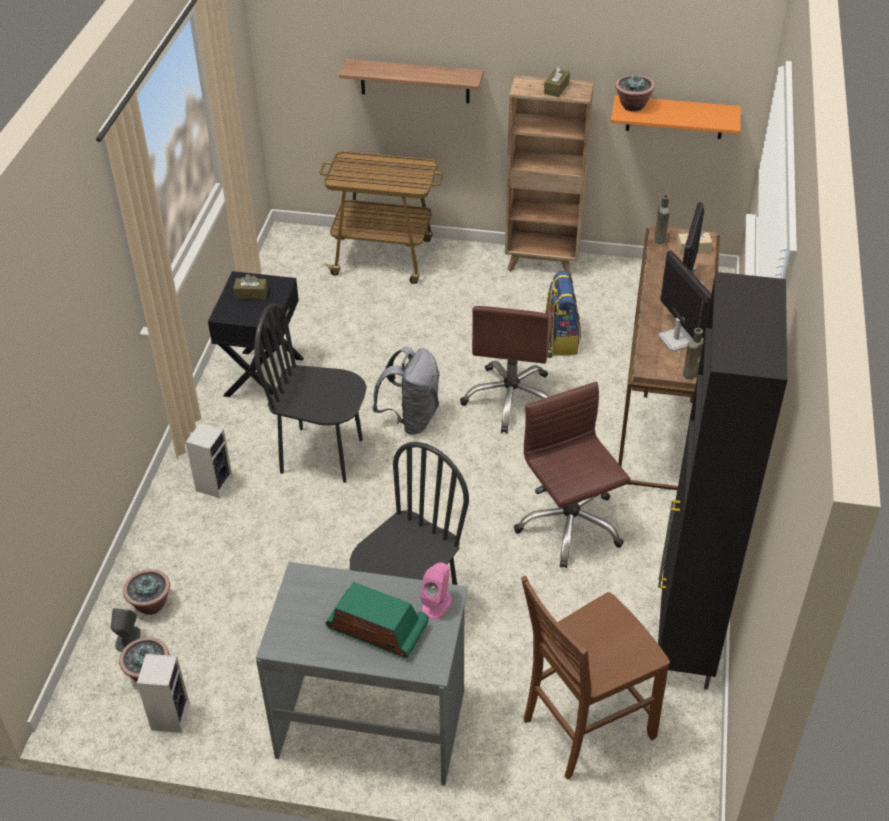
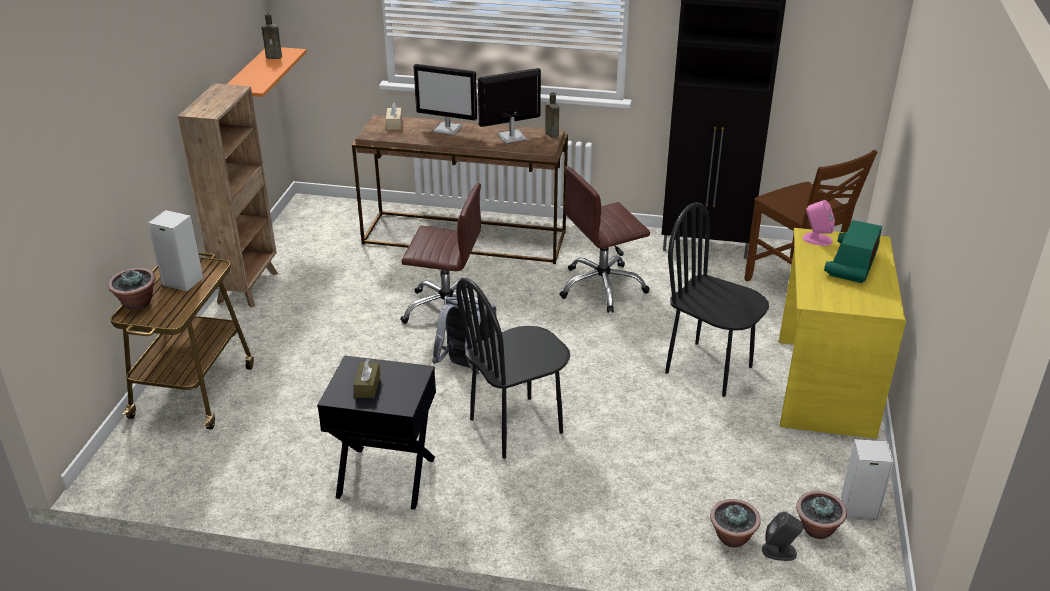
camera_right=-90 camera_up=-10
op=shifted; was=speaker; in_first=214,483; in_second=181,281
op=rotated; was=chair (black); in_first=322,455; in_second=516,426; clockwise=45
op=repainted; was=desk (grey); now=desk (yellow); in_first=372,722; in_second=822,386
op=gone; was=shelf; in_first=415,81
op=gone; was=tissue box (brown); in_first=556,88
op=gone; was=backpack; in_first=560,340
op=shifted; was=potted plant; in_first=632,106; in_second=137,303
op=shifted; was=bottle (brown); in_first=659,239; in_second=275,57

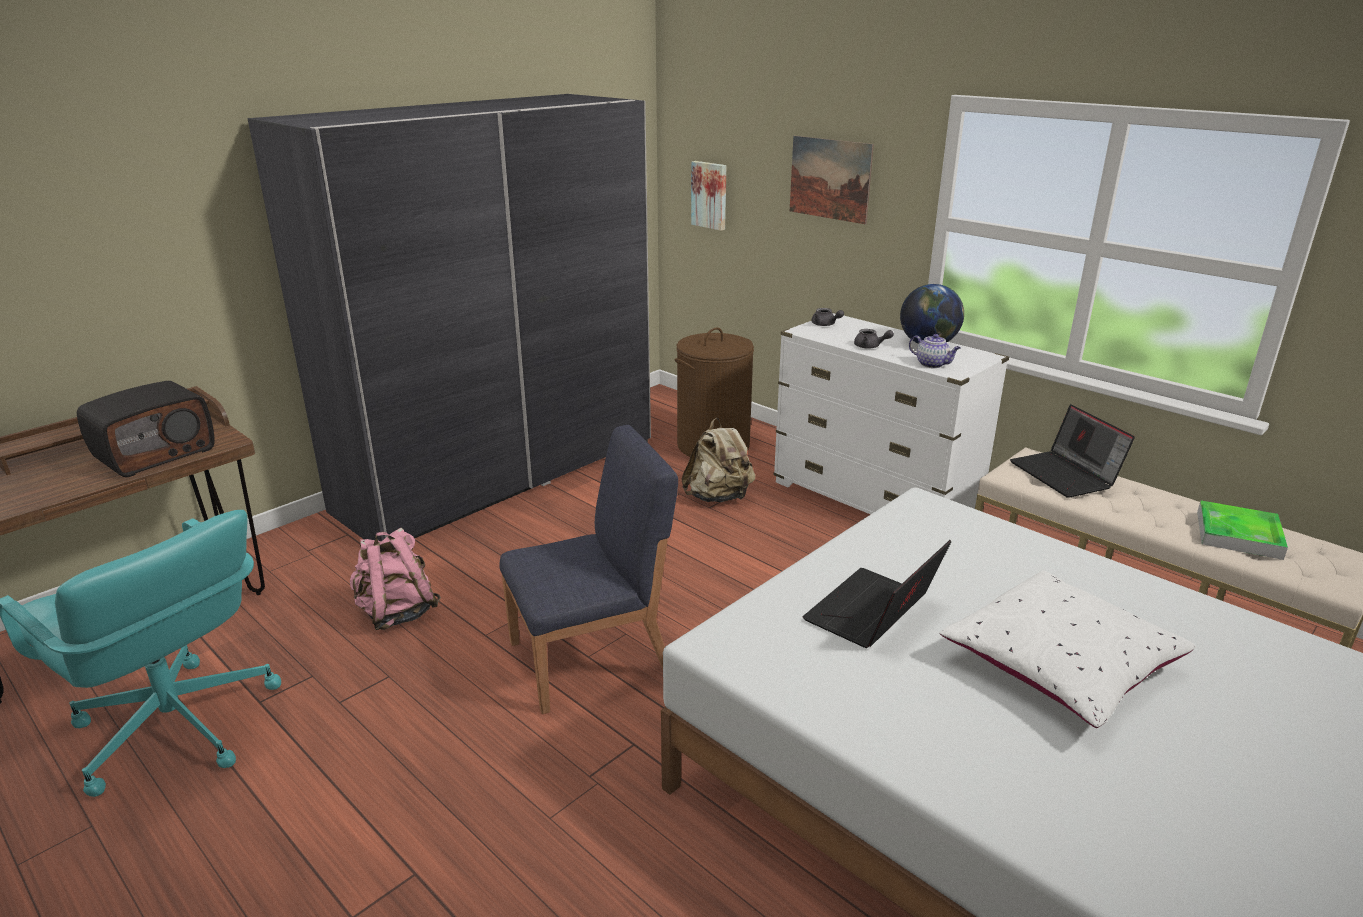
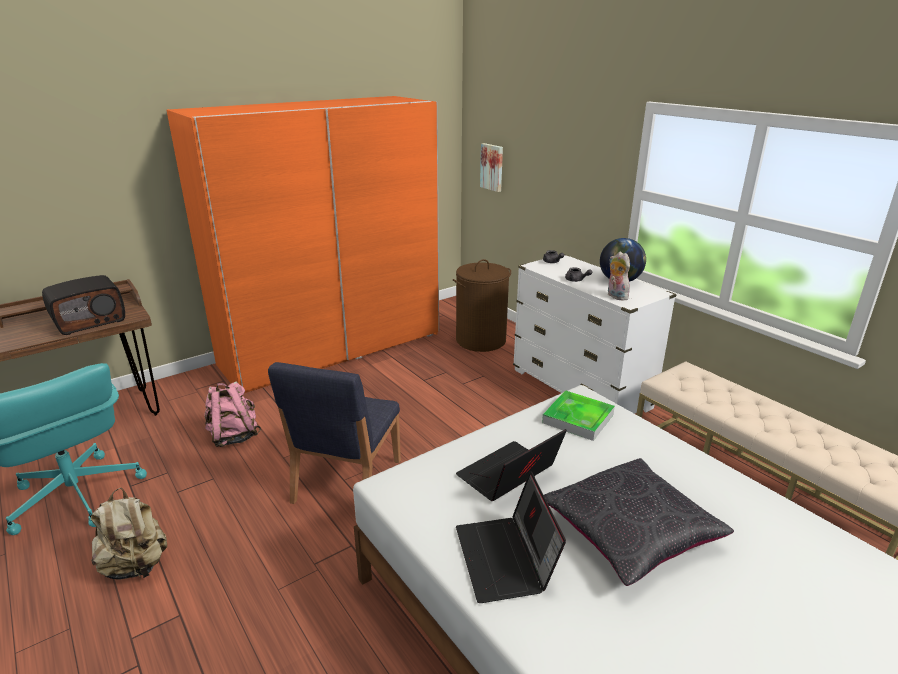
camera_right=10 camera_up=0
op=repainted; was=wardrobe (grey); now=wardrobe (orange); in_first=500,474; in_second=333,348
op=rotated; was=chair (blue); in_first=593,658; in_second=346,482; clockwise=120
op=shifted; was=backpack (beige); in_first=718,497; in_second=136,566
op=gone; was=picture; in_first=830,179
op=swapped; was=teapot; now=plush toy; in_first=932,364; in_second=615,296
op=repainted; was=pillow (white); now=pillow (black); in_first=1060,665; in_second=630,532
op=shifted; was=laptop; in_first=1066,475; in_second=506,559
op=shifted; was=tray; in_first=1238,534; in_second=578,418

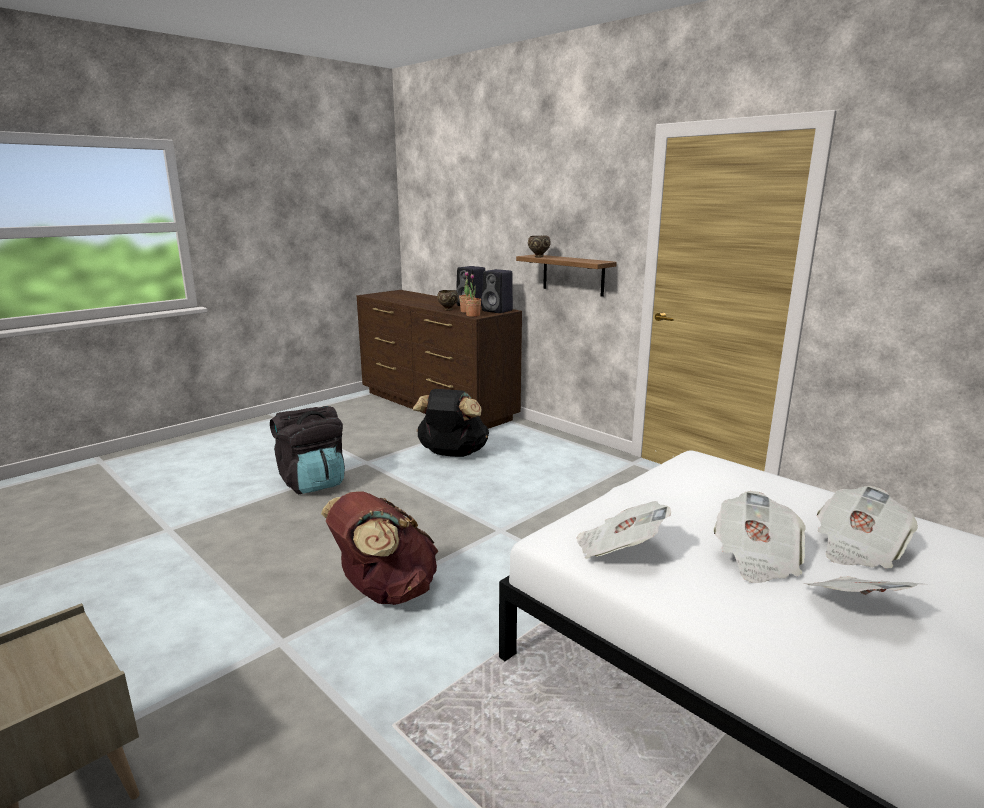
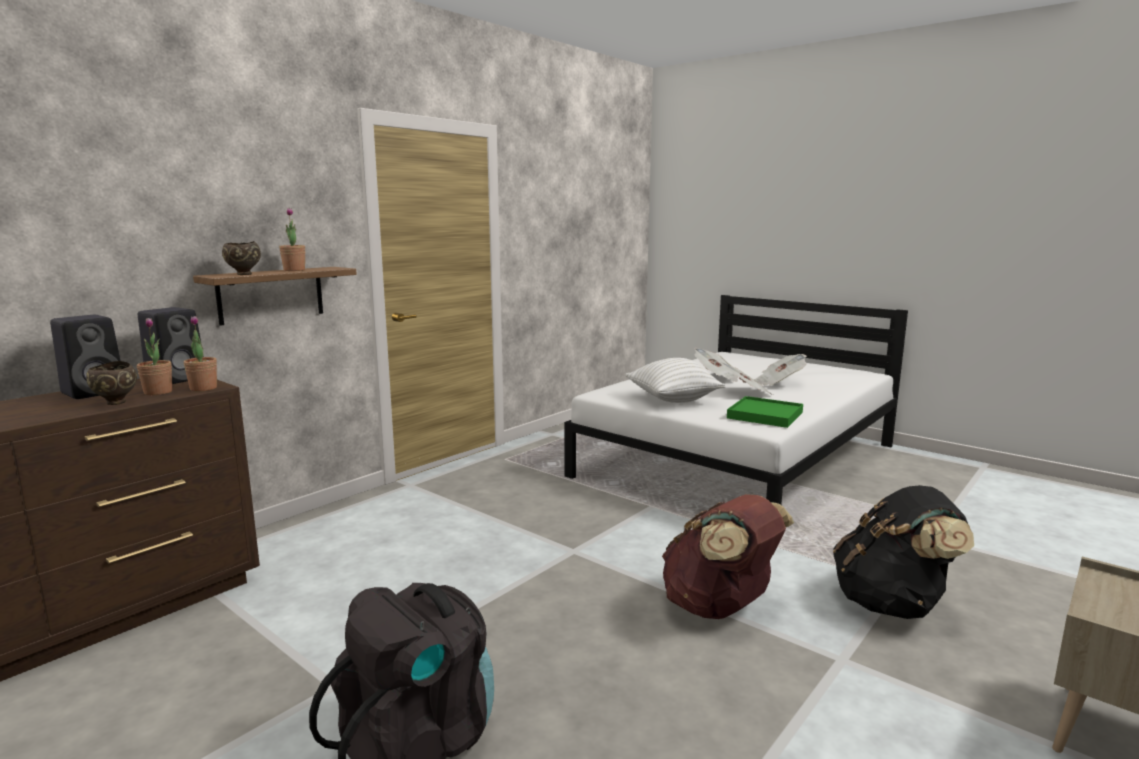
camera_right=-95 camera_up=-5
op=shifted; was=backpack (black); in_first=452,454; in_second=892,604
op=swapped; was=newspaper; now=tray (green); in_first=618,550; in_second=765,415
op=new; now=potted plant; in_second=294,270
op=new; now=pillow (white); in_second=673,400

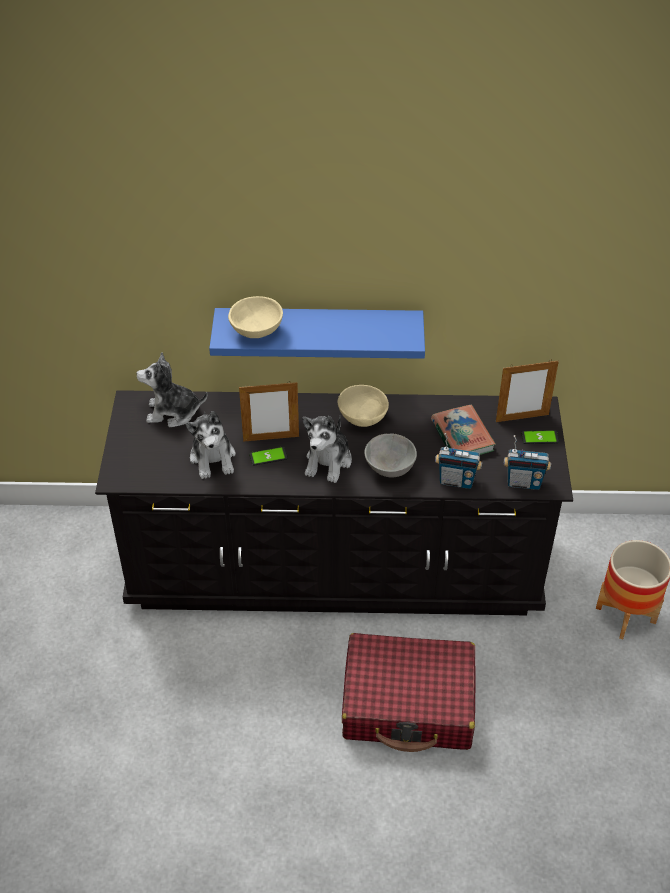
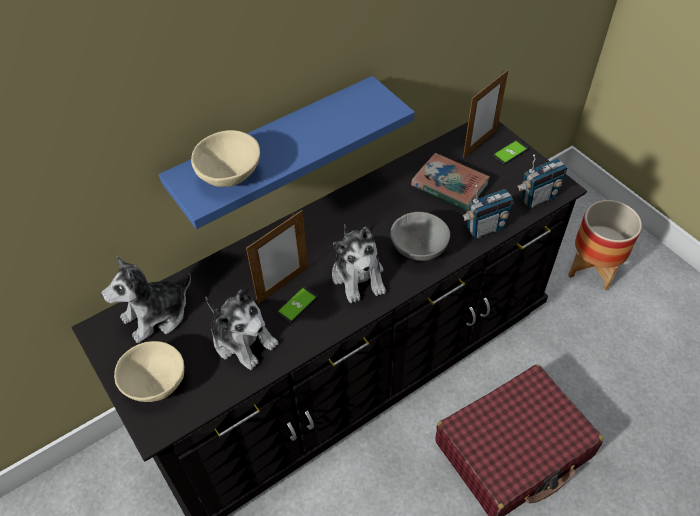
camera_right=-35 camera_up=5
op=shifted; was=bowl (beige); in_first=363,417; in_second=156,383

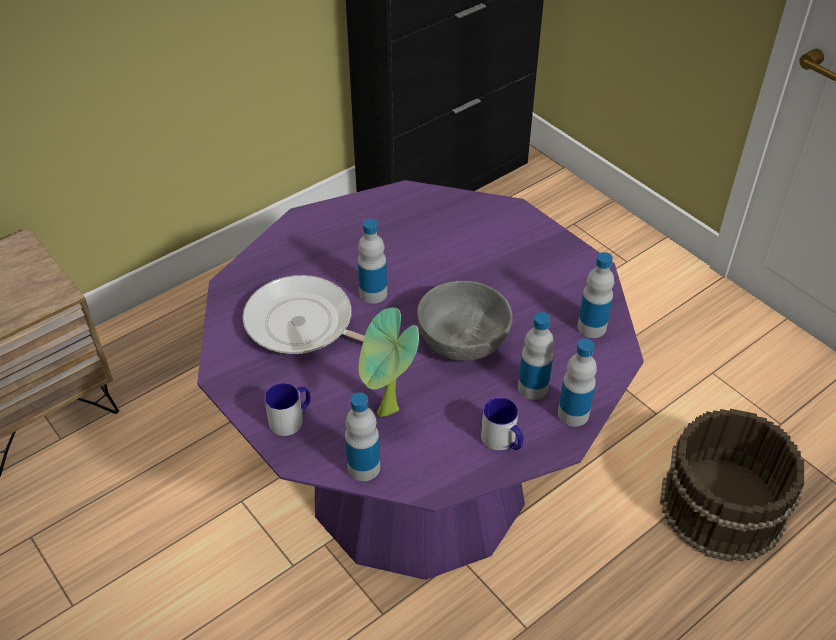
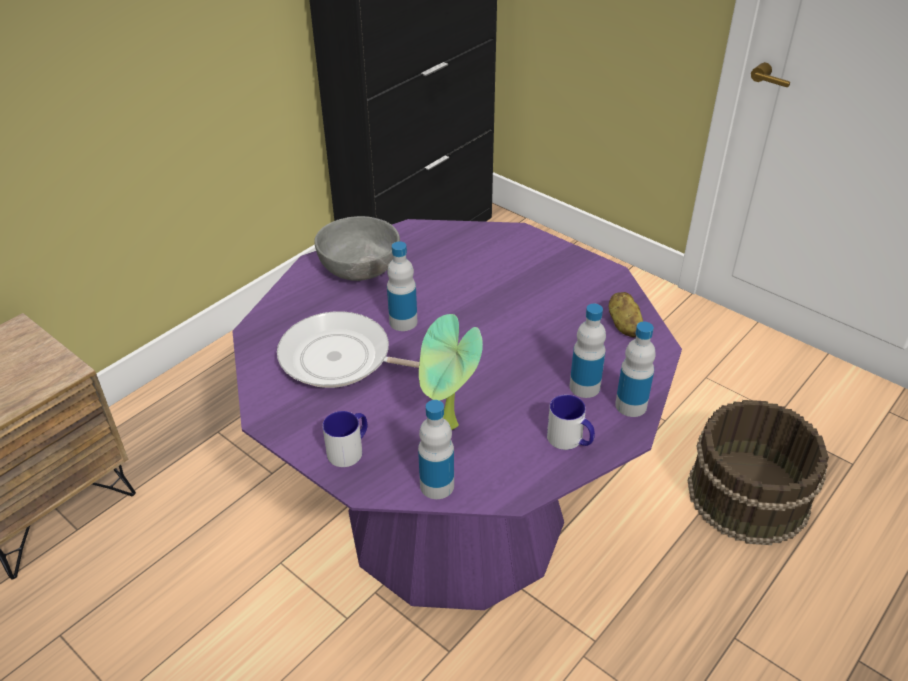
camera_right=-10 camera_up=-5
op=shifted; was=bowl (grey); in_first=463,338; in_second=359,265
op=swapped; was=bottle; now=potato; in_first=591,327; in_second=624,325

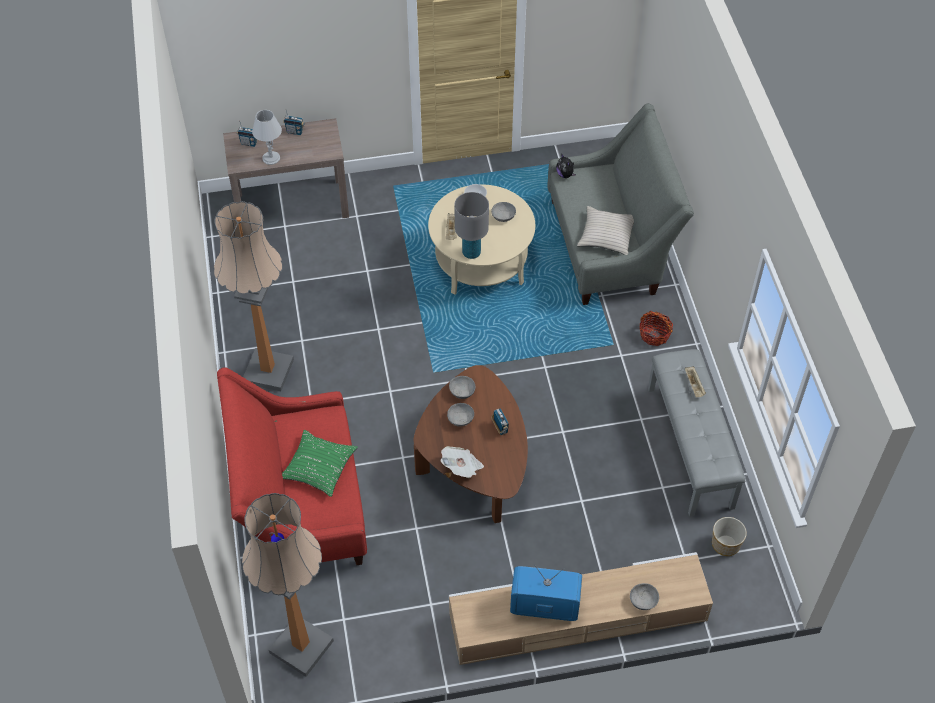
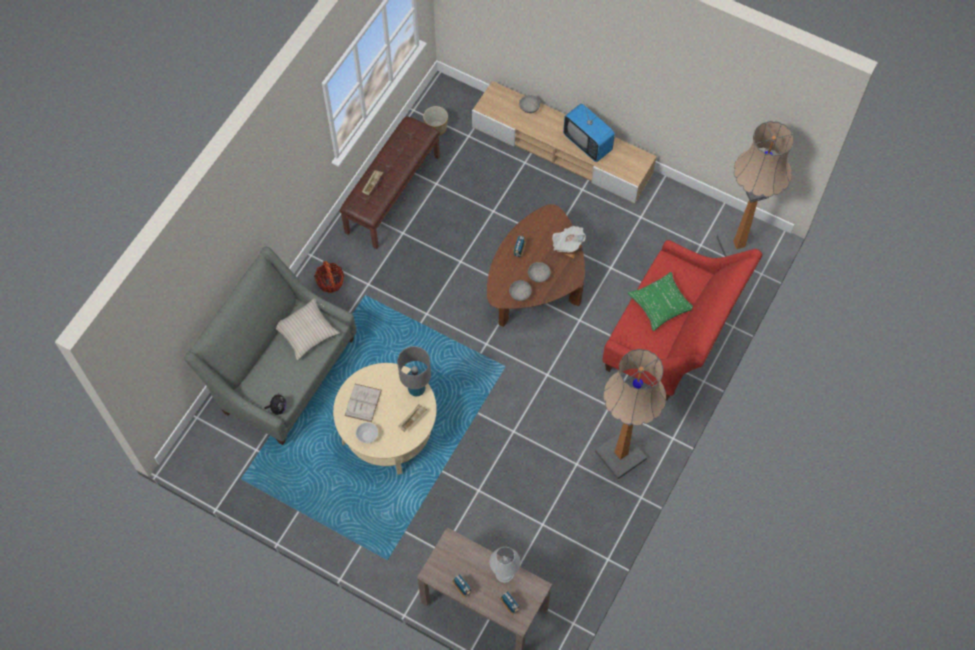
camera_right=-140 camera_up=10
op=swapped; was=bowl (grey); now=book (white); in_first=503,216; in_second=363,402
op=repainted; was=bench (grey); now=bench (brown); in_first=691,447; in_second=392,194

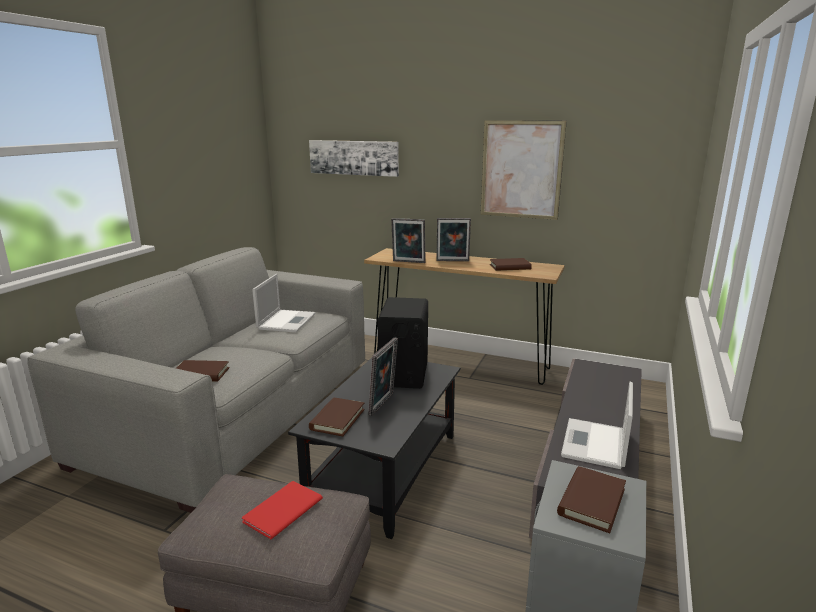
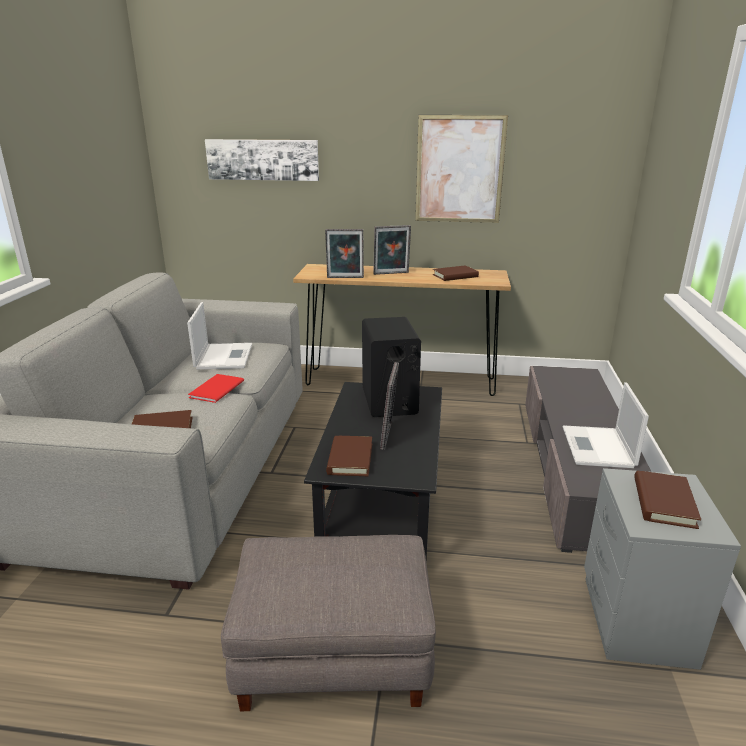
camera_right=-15 camera_up=5
op=shifted; was=book (red); in_first=280,510; in_second=214,389

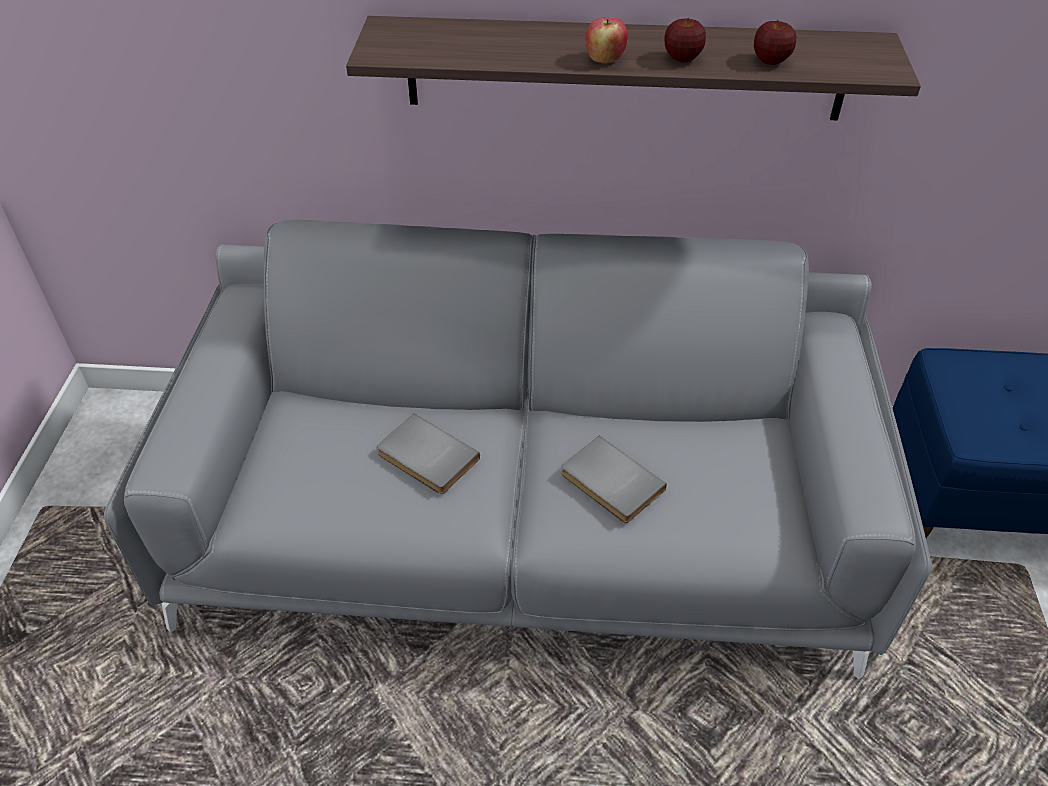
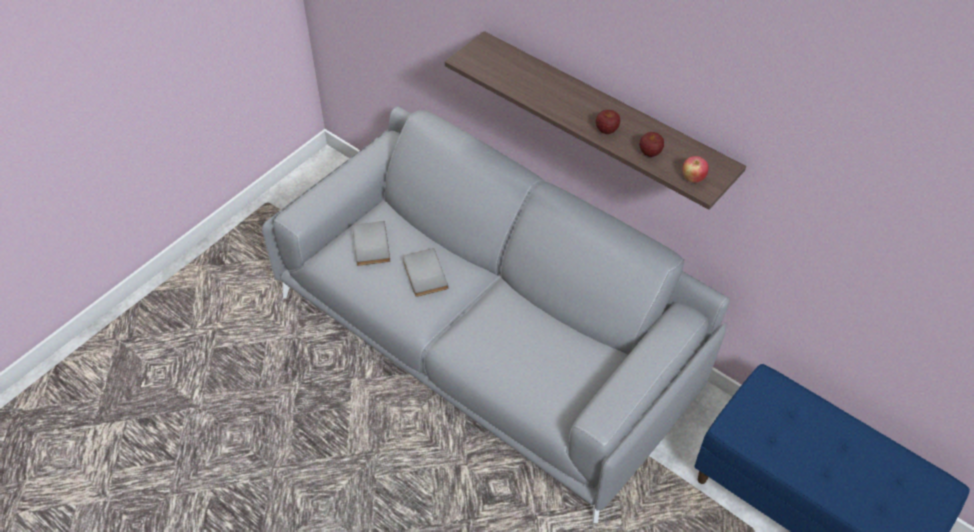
camera_right=35 camera_up=5
op=shifted; was=book (grey); in_first=609,483; in_second=369,245
op=shifted; was=apple; in_first=604,59; in_second=693,178

